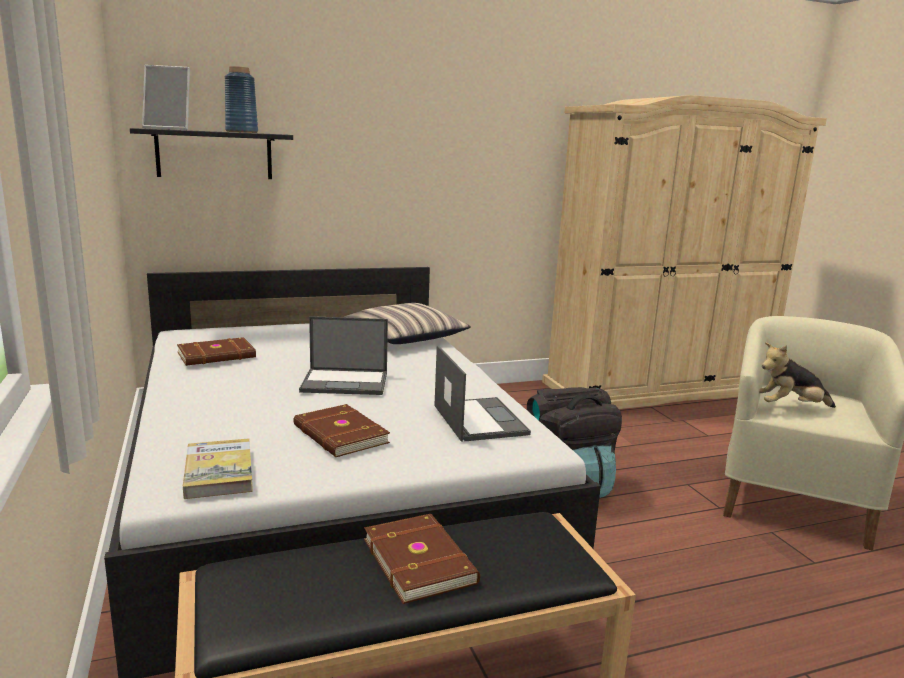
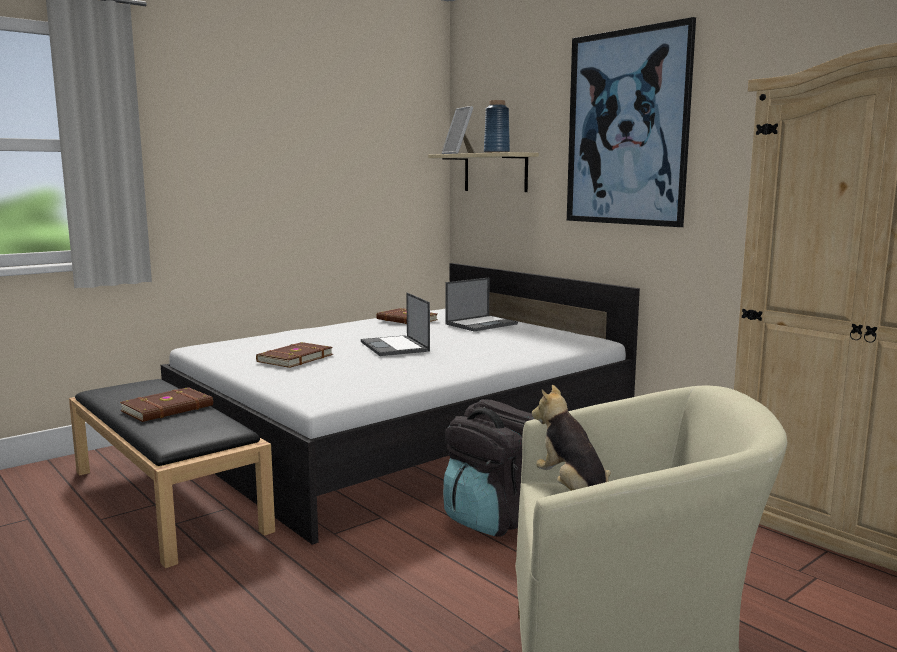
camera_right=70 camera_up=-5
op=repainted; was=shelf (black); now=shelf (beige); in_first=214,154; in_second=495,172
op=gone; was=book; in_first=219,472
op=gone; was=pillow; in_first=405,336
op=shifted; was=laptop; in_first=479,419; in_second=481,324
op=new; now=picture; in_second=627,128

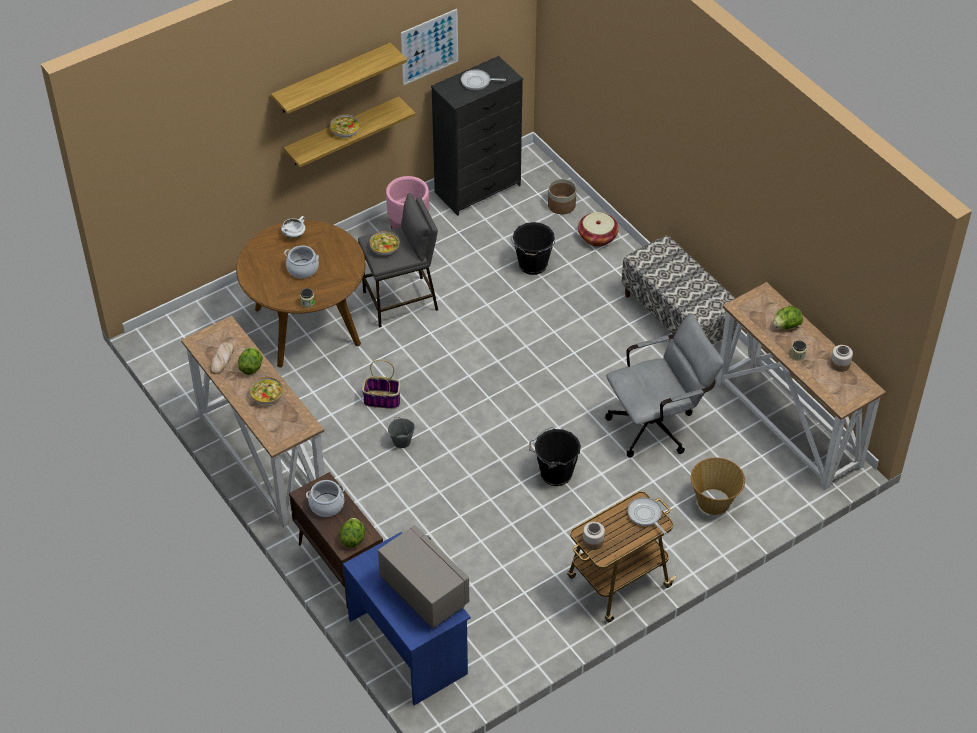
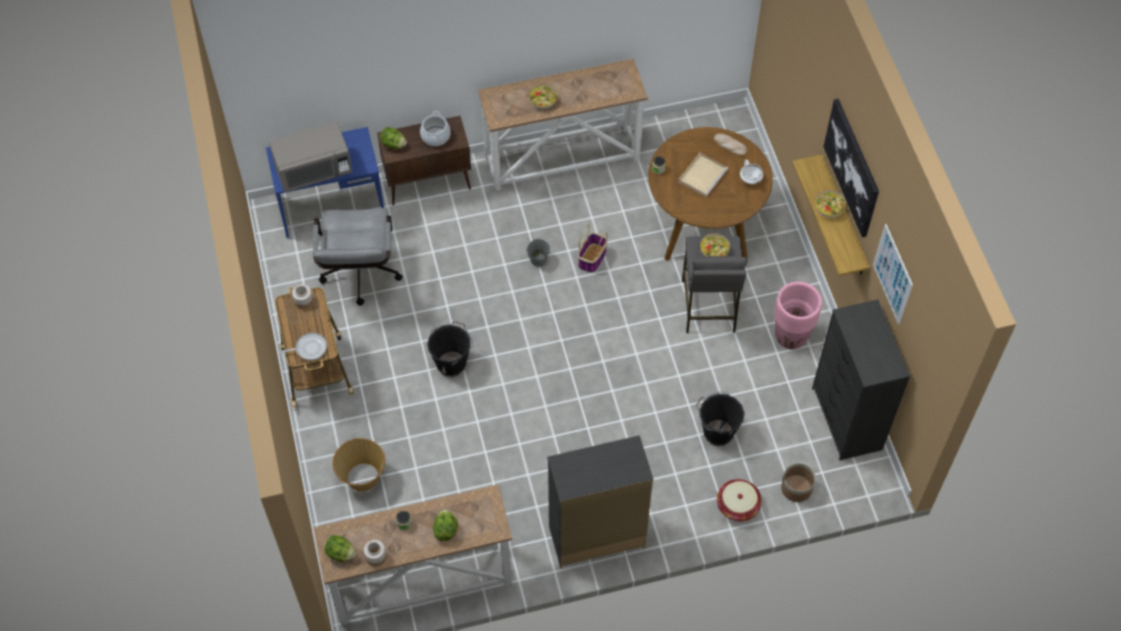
camera_right=110 camera_up=10
op=shifted; was=bread; in_first=222,359; in_second=729,145
op=shifted; was=lettuce; in_first=251,367; in_second=341,553
op=swapped; was=shelf; now=picture; in_first=332,78; in_second=852,167
op=swapped; was=cooking pot; now=tray (beige); in_first=303,269; in_second=702,175
op=gone; was=frying pan; in_first=477,82
op=shifted; was=office chair (grey); in_first=658,425; in_second=360,277
op=swapped; was=bench; now=dresser (black); in_first=678,318; in_second=595,537

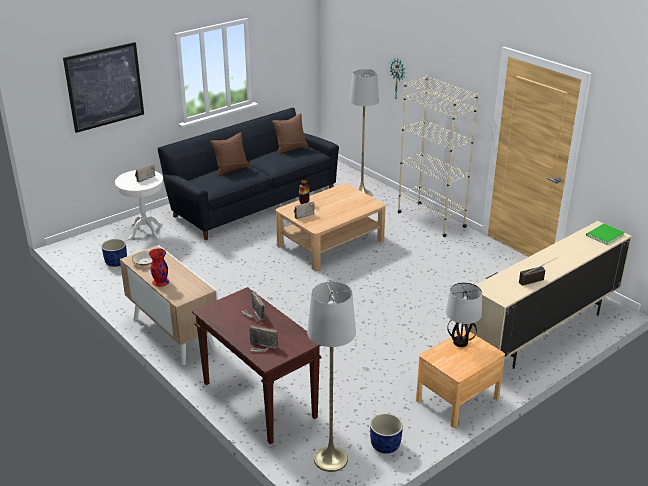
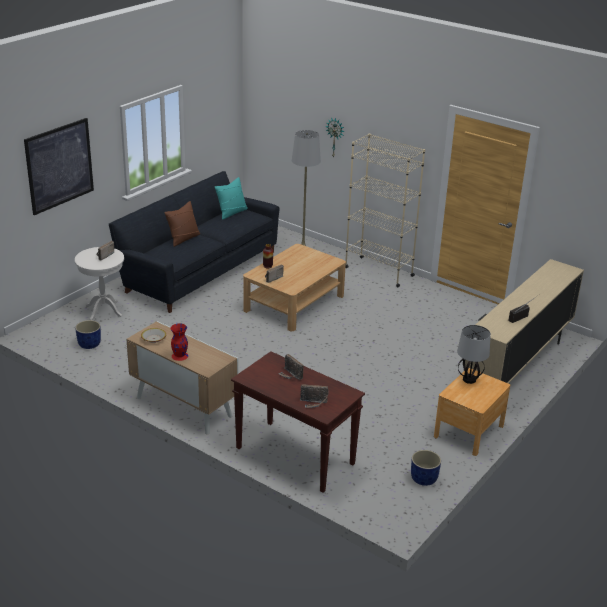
camera_right=-15 camera_up=0
op=repainted; was=pillow (brown); now=pillow (turquoise); in_first=290,148; in_second=231,212
op=gone; was=floor lamp (grey); in_first=330,459
op=gone; was=book (green); in_first=603,235

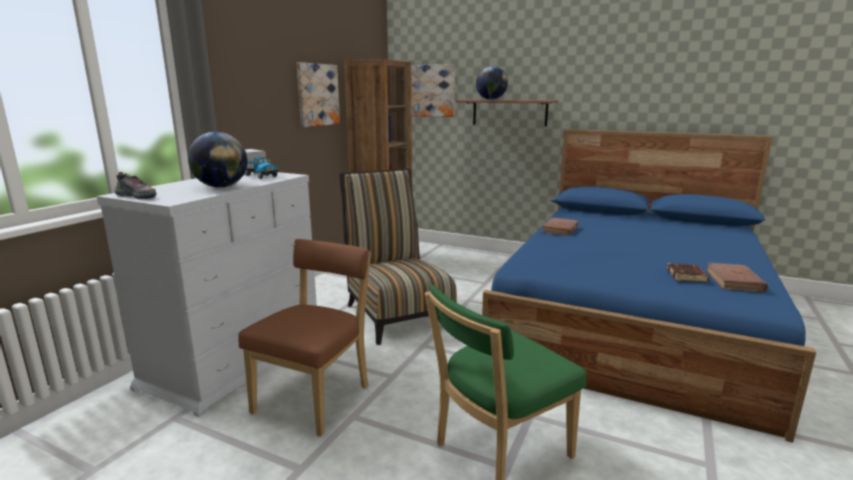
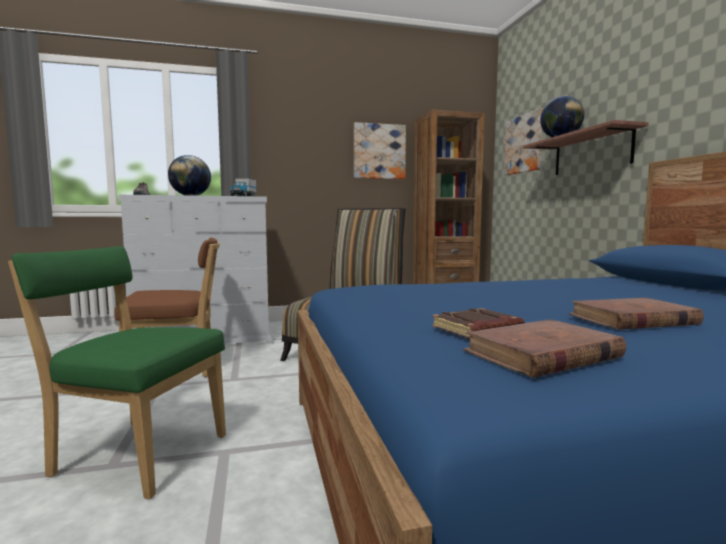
camera_right=50 camera_up=-10
op=shifted; was=book (brown); in_first=560,229; in_second=632,320

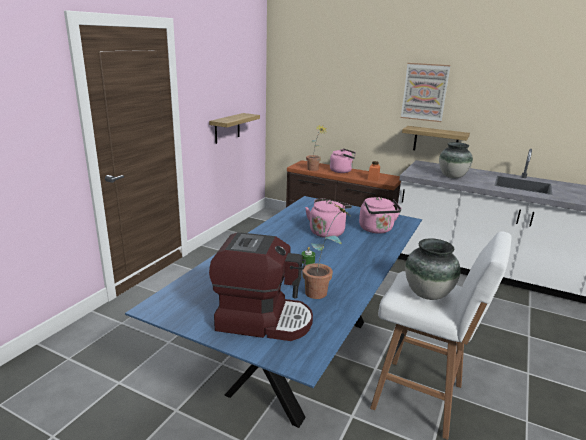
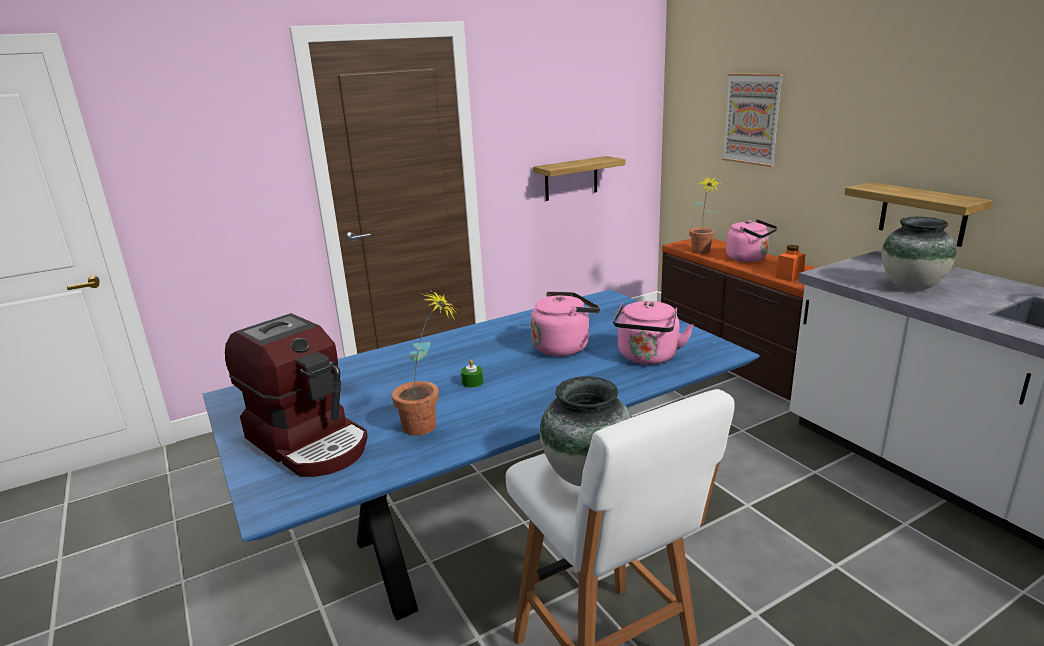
camera_right=35 camera_up=0
op=shifted; was=picture; in_first=424,92; in_second=752,119

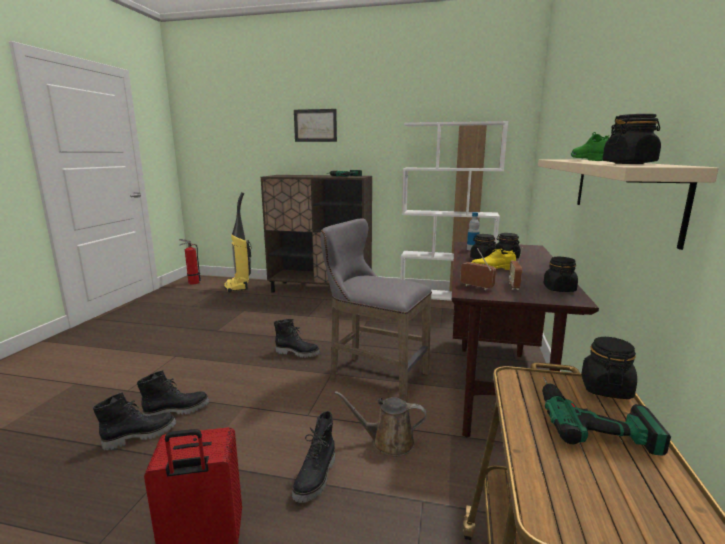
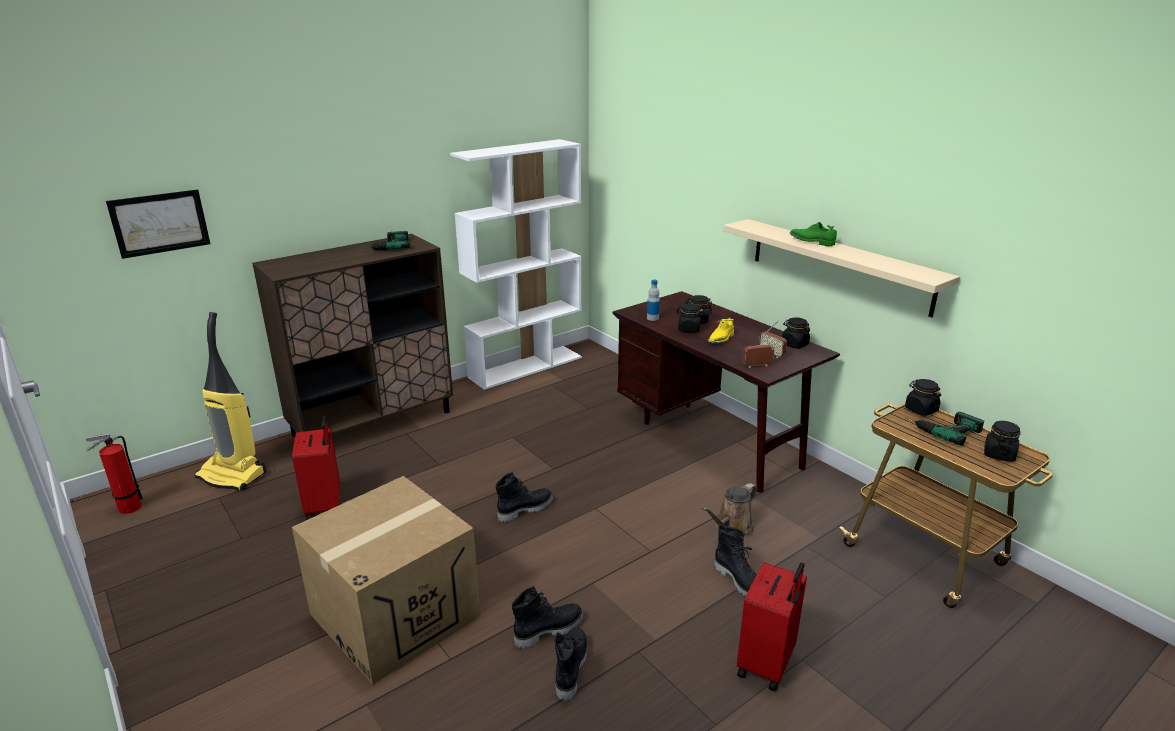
camera_right=-50 camera_up=10
op=rotated; was=boot (black); in_first=177,411; in_second=548,629; clockwise=45
op=shifted; was=picture; in_first=315,125; in_second=160,223
op=gone; was=stool (grey); in_first=373,375
op=shifted; was=jar (black); in_first=629,163; in_second=999,454
op=new; now=suitcase (red); in_second=325,506
op=new; now=cardboard box; in_second=395,614

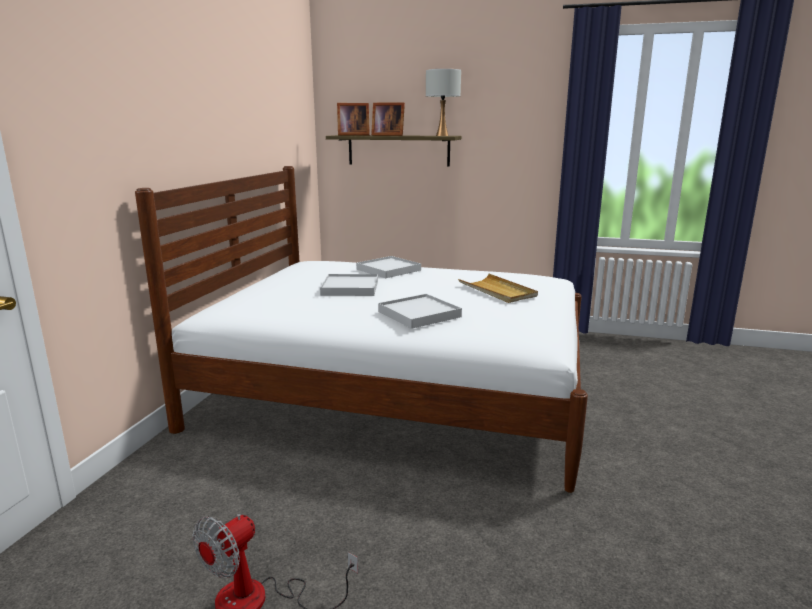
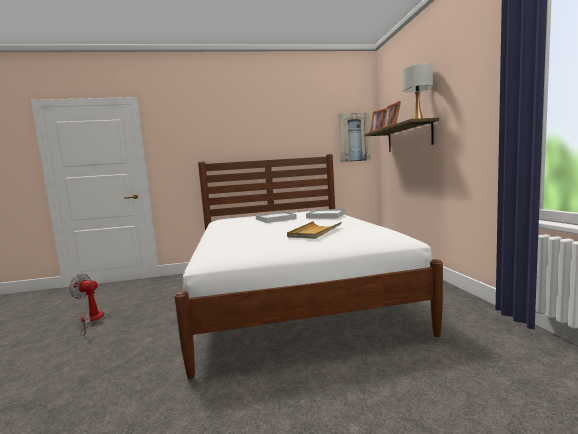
camera_right=65 camera_up=-10
op=gone; was=tray (white); in_first=419,314
op=new; now=picture; in_second=354,137

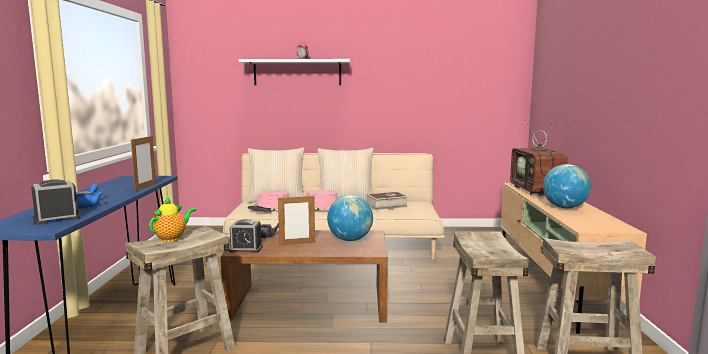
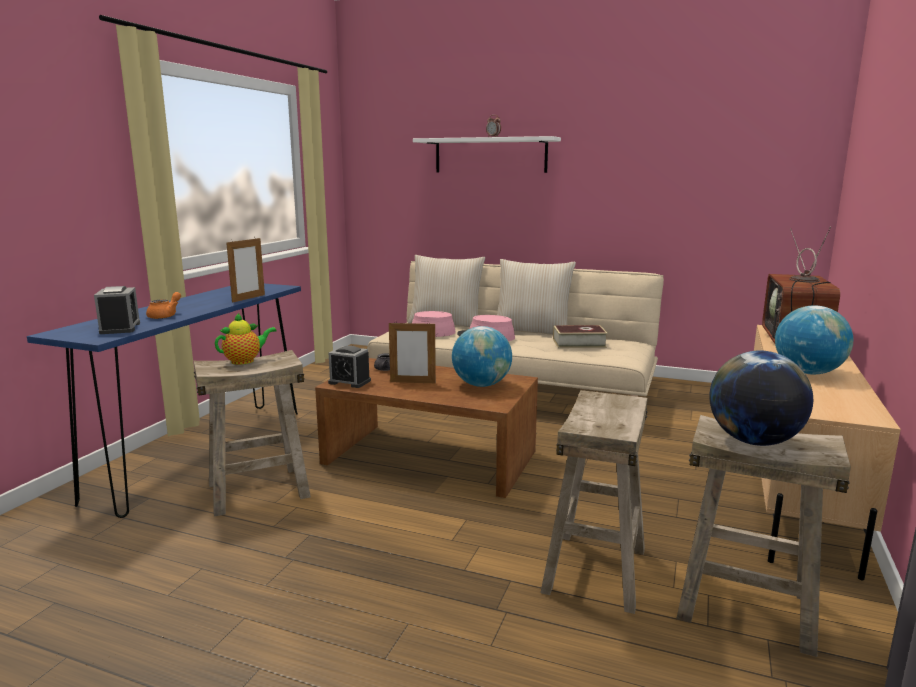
camera_right=20 camera_up=5
op=rotated; was=alarm clock; in_first=56,218; in_second=120,328; clockwise=90
op=repainted; was=teapot (blue); now=teapot (orange); in_first=87,206; in_second=165,316
op=new; now=globe; in_second=753,441

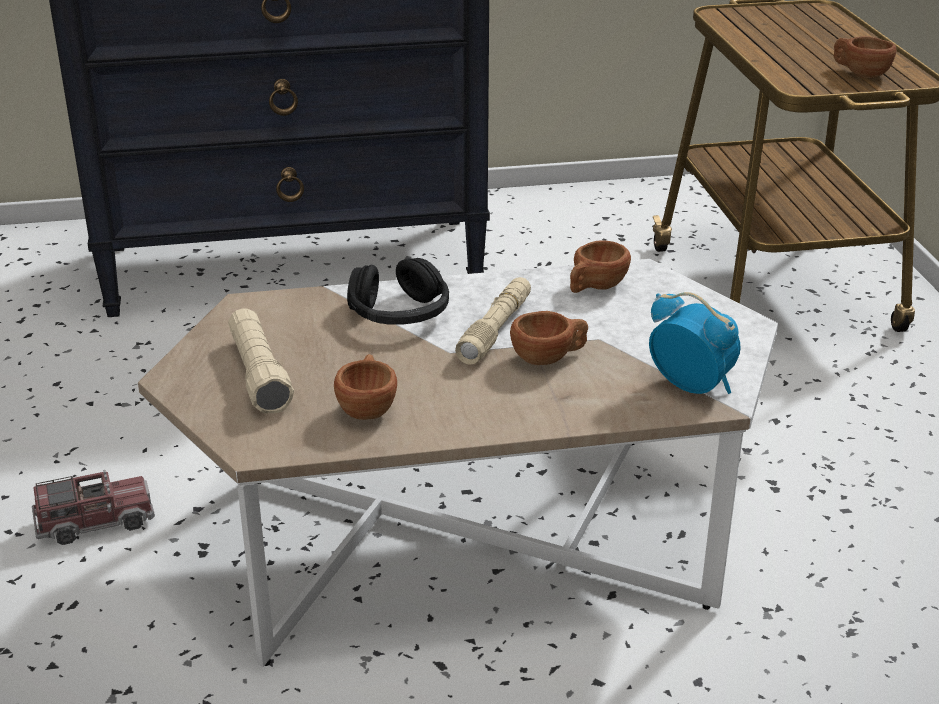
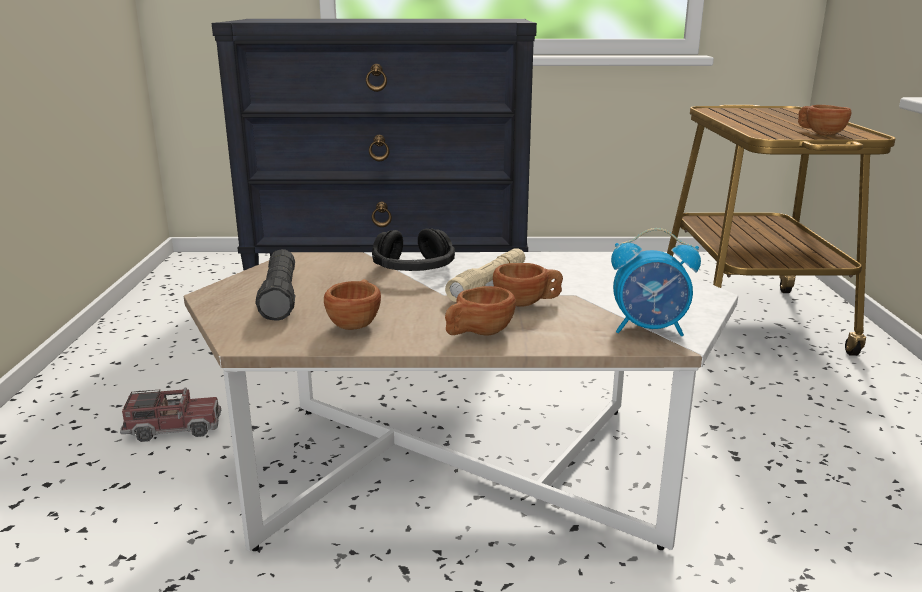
camera_right=10 camera_up=-10
op=repainted; was=flashlight (beige); now=flashlight (black); in_first=259,375; in_second=280,297
op=shifted; was=cup (brown); in_first=595,287; in_second=478,333
op=rotated; was=alarm clock; in_first=691,386; in_second=649,329; clockwise=135

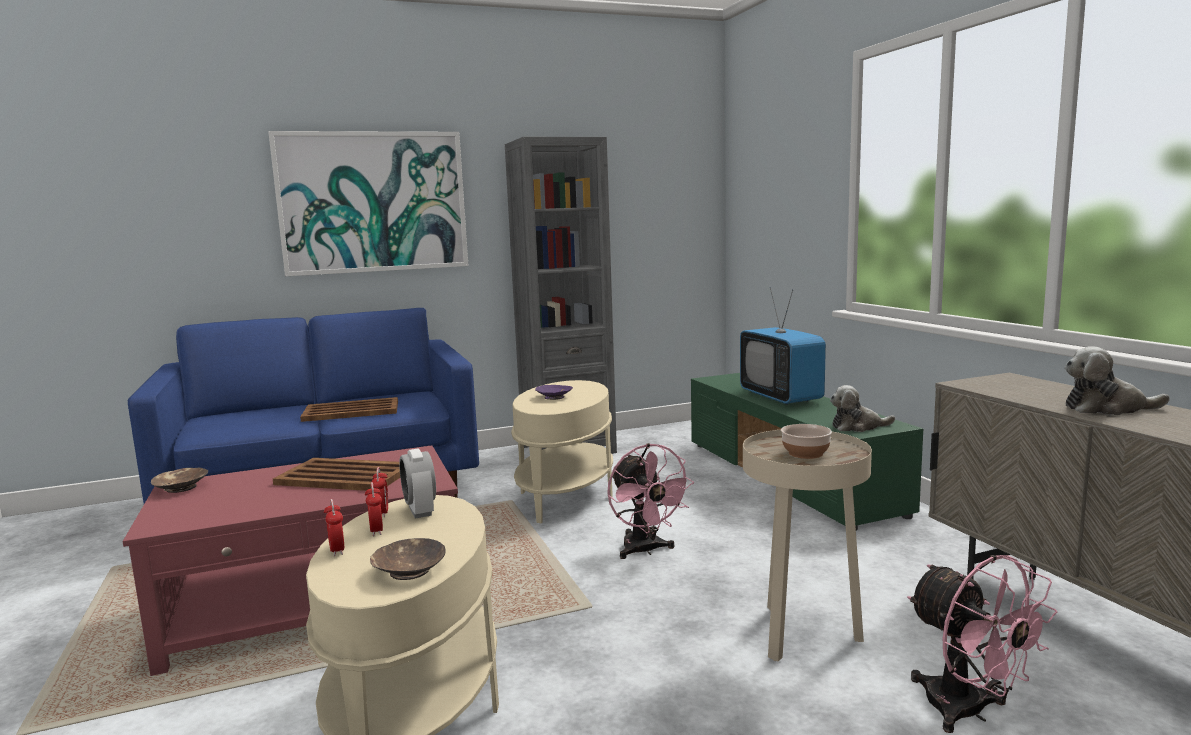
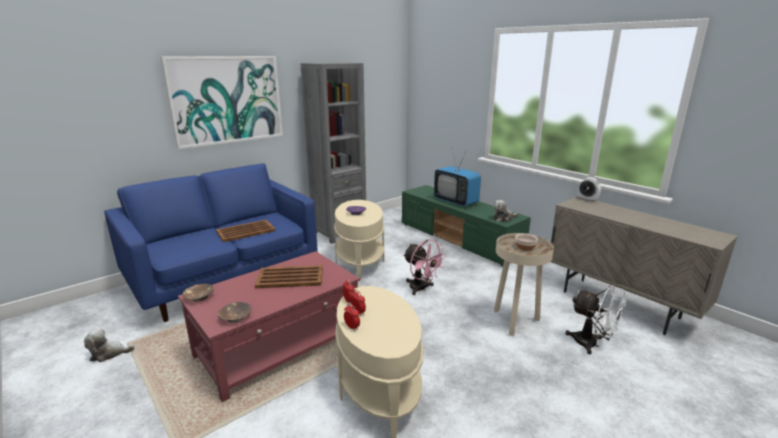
camera_right=-20 camera_up=10
op=shifted; was=bowl (brown); in_first=408,570; in_second=235,317
op=shifted; was=alarm clock; in_first=420,511; in_second=587,199
op=repainted; was=fan (pink); now=fan (white); in_first=969,712; in_second=591,344
op=shifted; was=plush toy; in_first=1107,408; in_second=109,353

